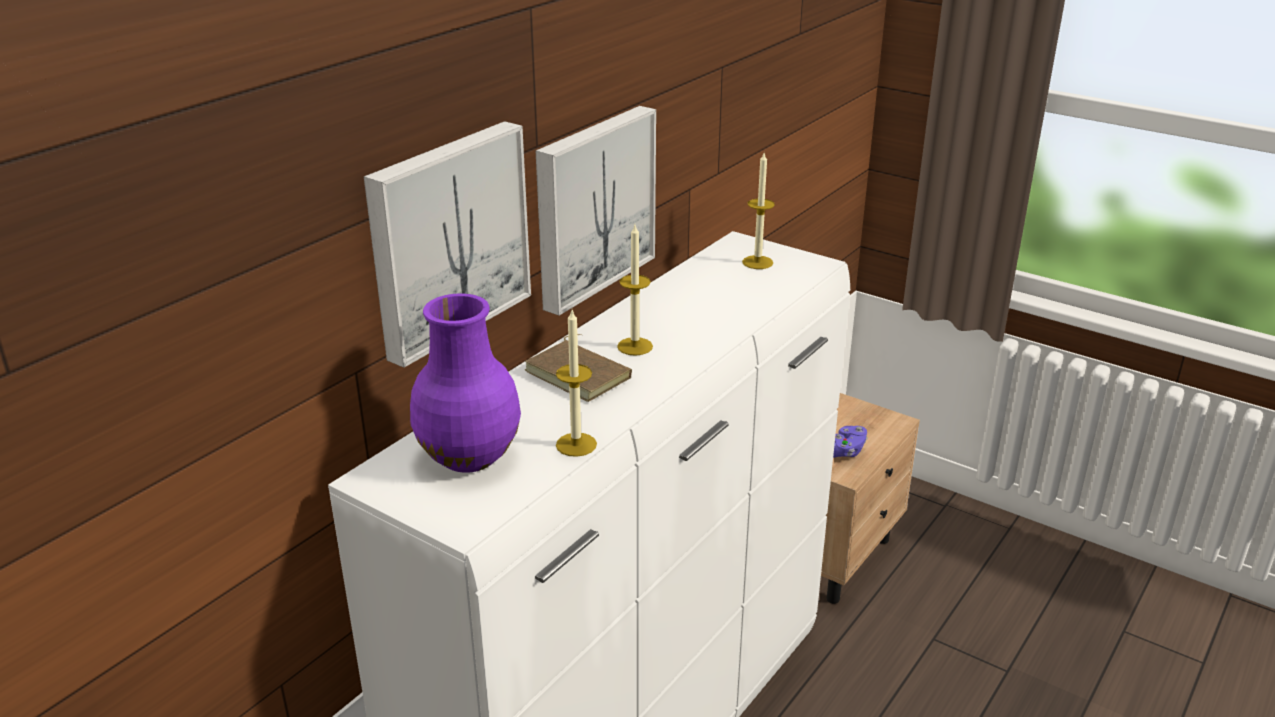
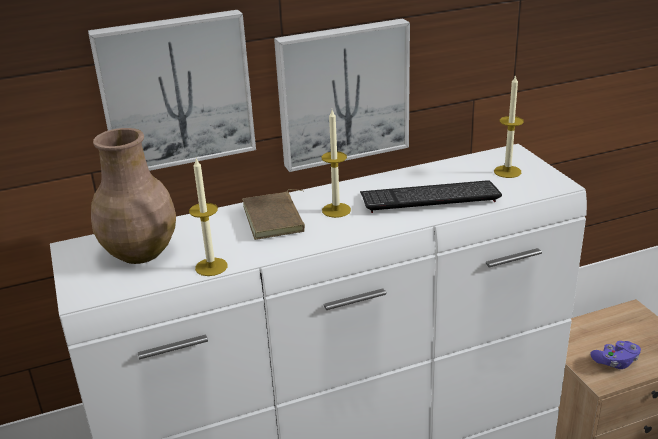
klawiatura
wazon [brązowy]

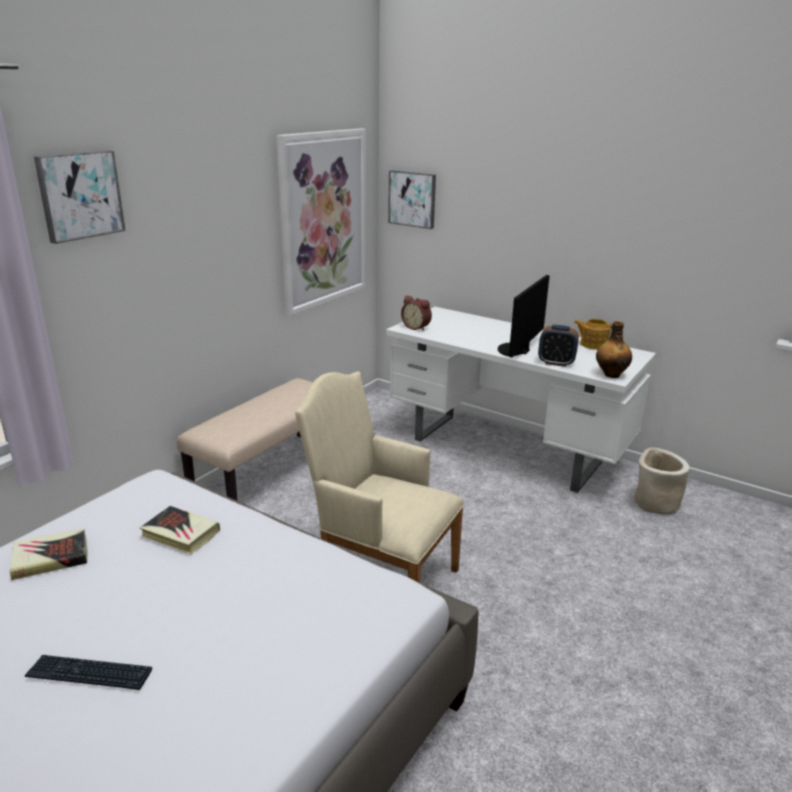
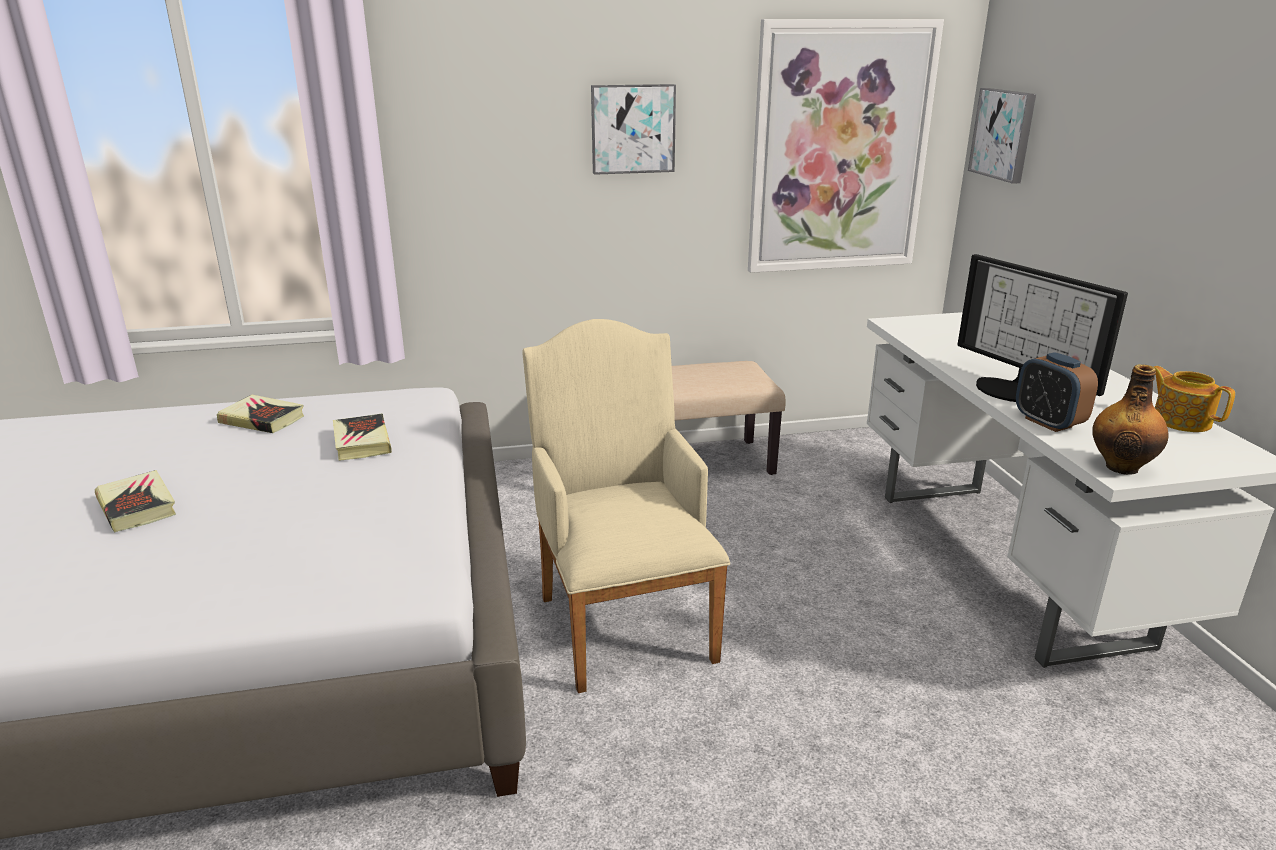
budzik (1st from left in the first image)
donica [beżowy]
obraz (1st from left)
książka (1st from left)
monitor

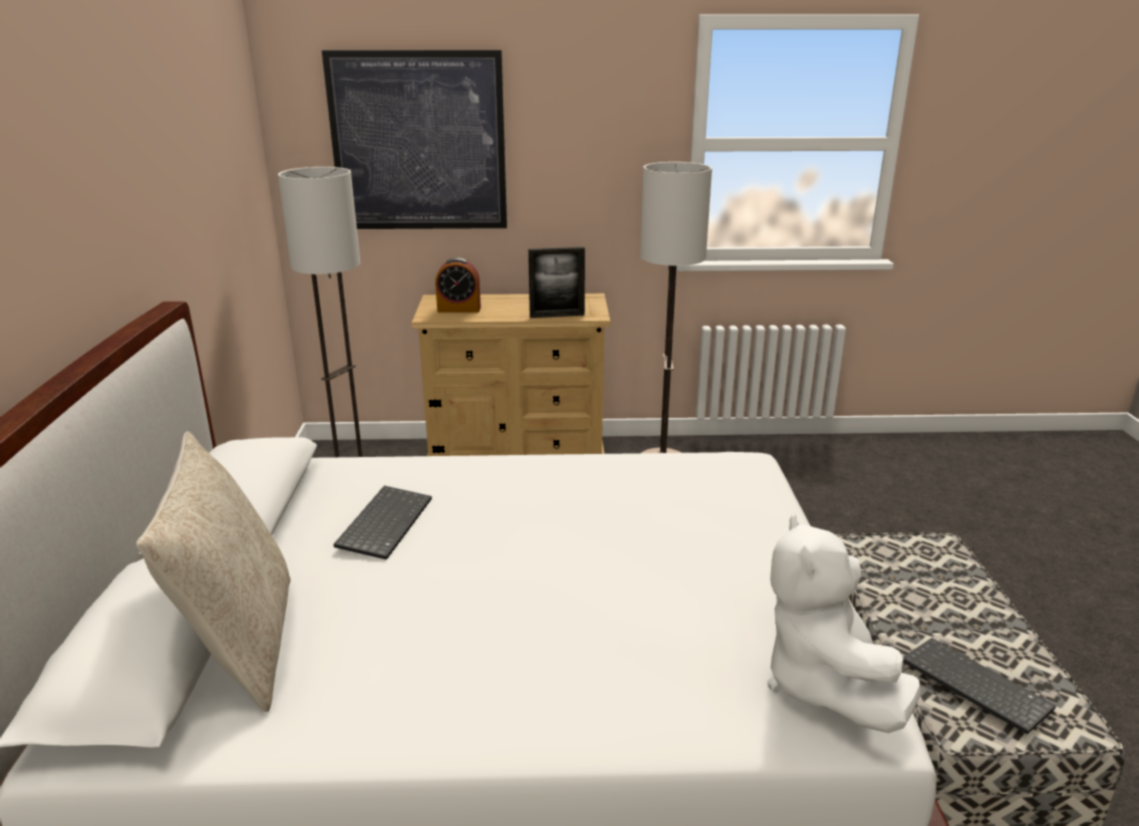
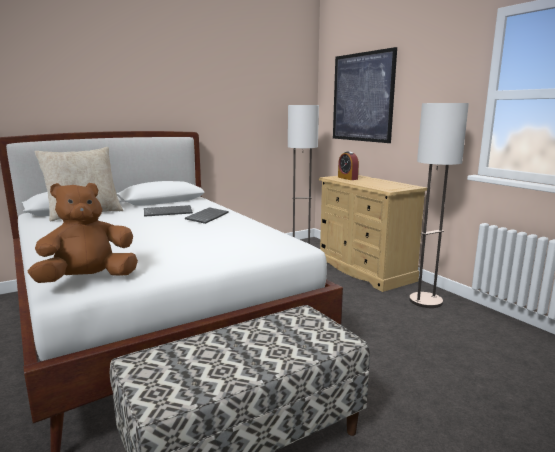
ramka na zdjęcie
klawiatura (2nd from left)
pluszak [brązowy]

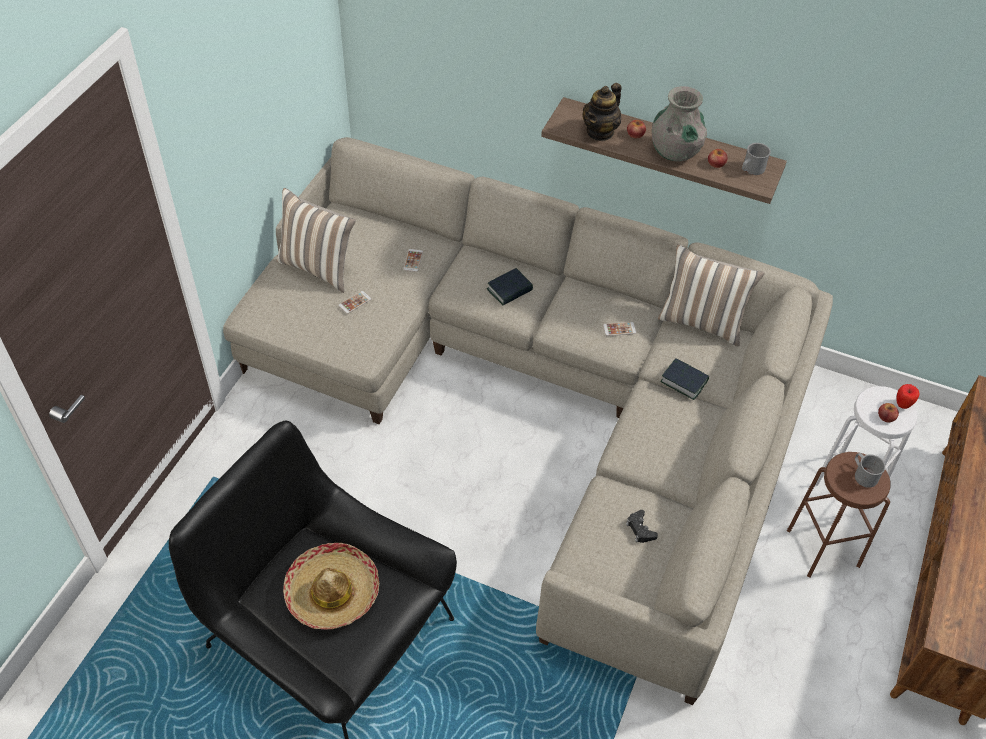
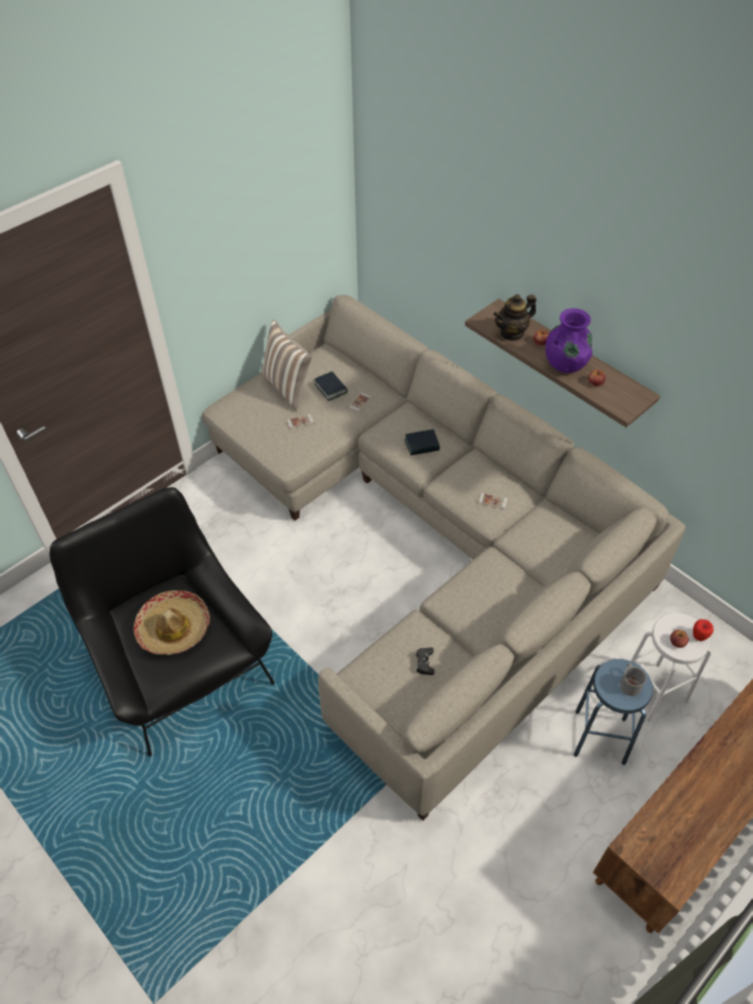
poduszka (2nd from left in the first image)
kubek [szary] (1st from left in the first image)
książka (1st from left)
wazon [fioletowy]
stołek [niebieski]

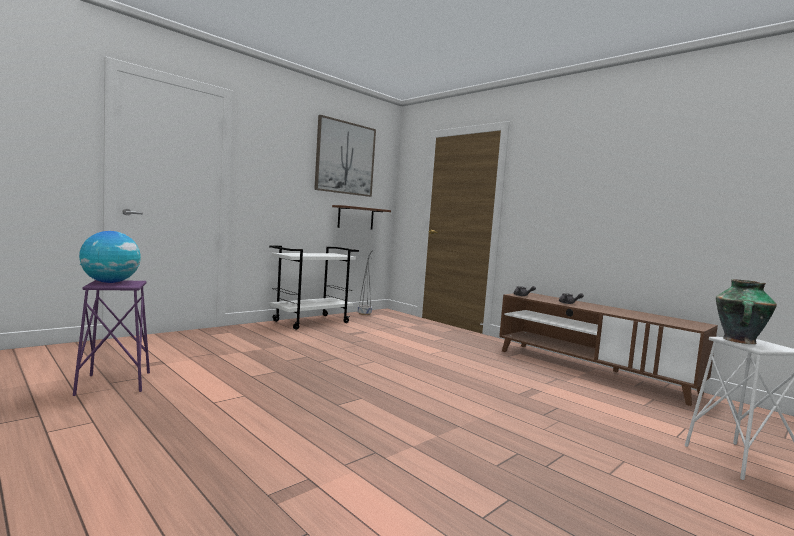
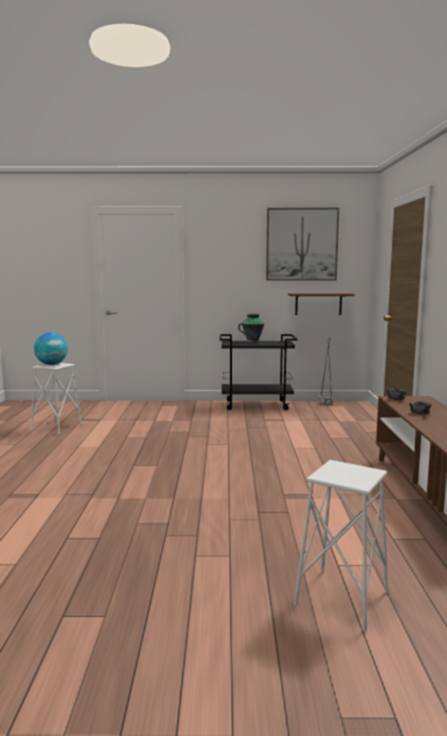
wazon
stołek [biały] (1st from left)
wózek [czarny]

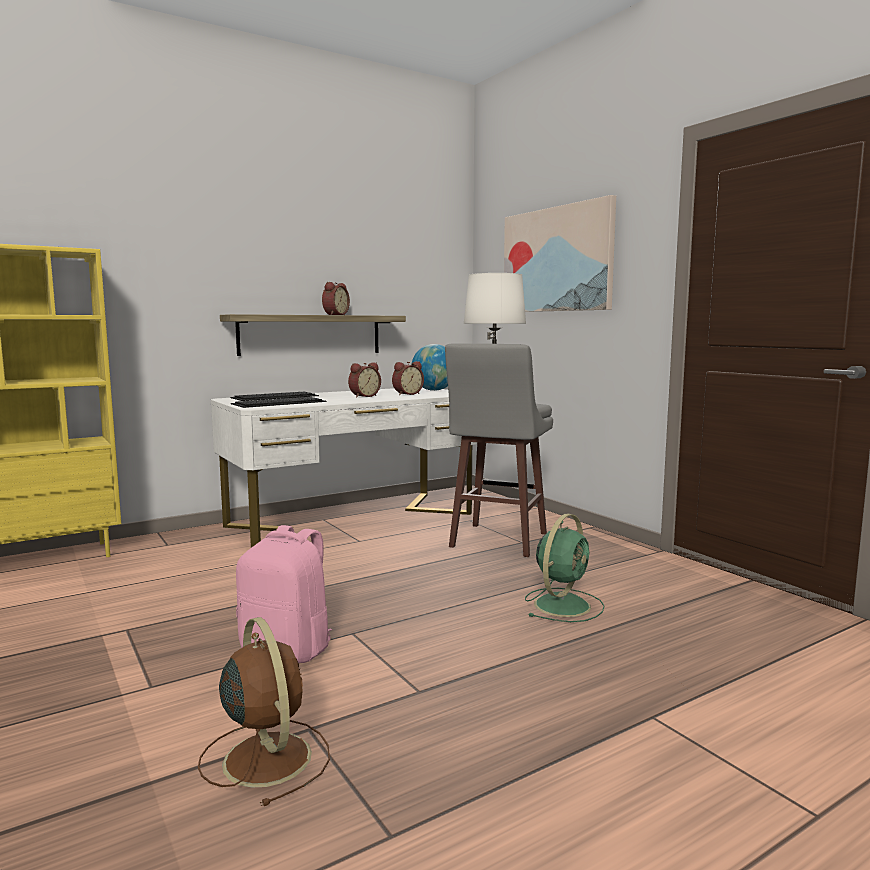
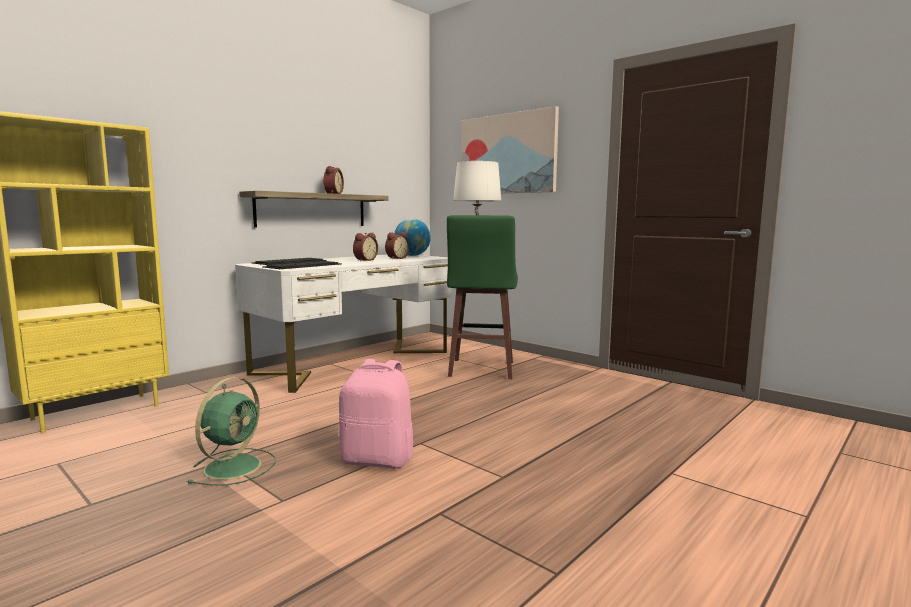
wentylator [brązowy]
wentylator [zielony]
stołek [zielony]

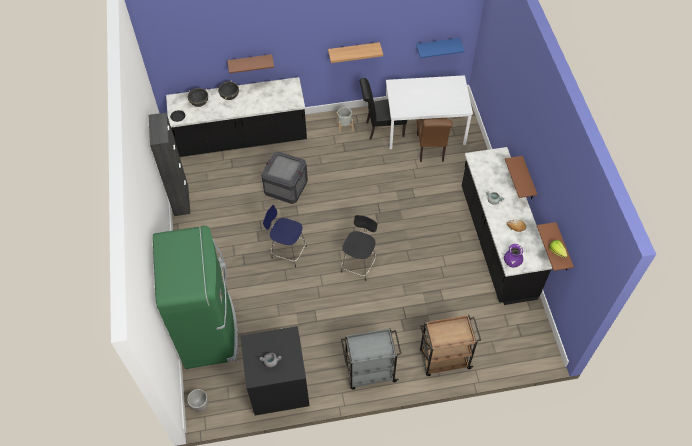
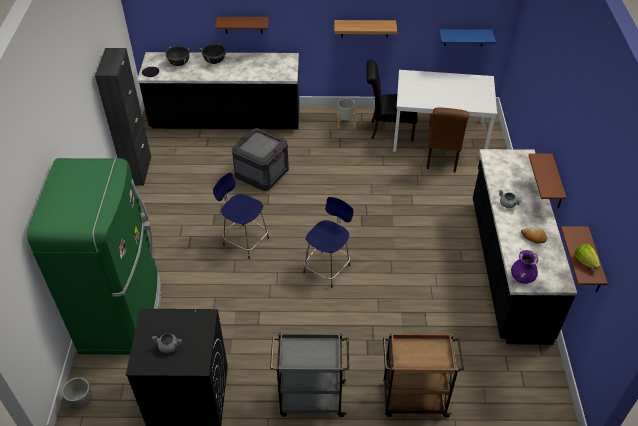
stołek [niebieski] (2nd from left)

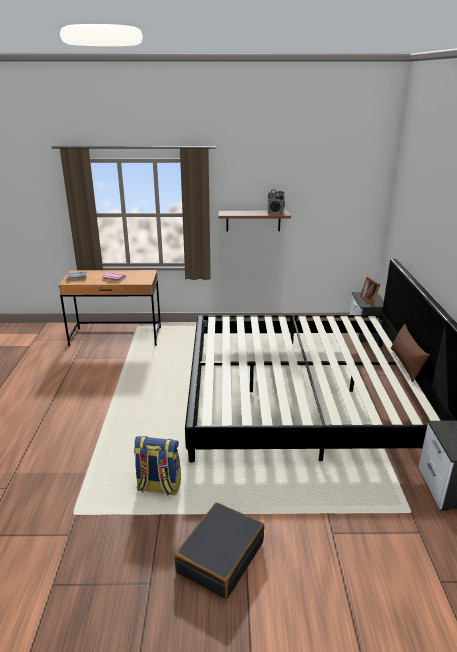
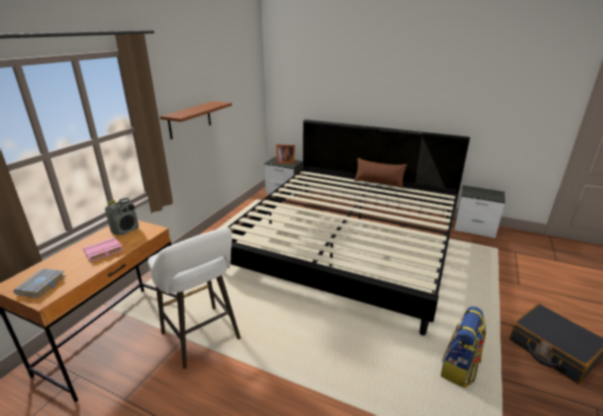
stołek [biały]
radio

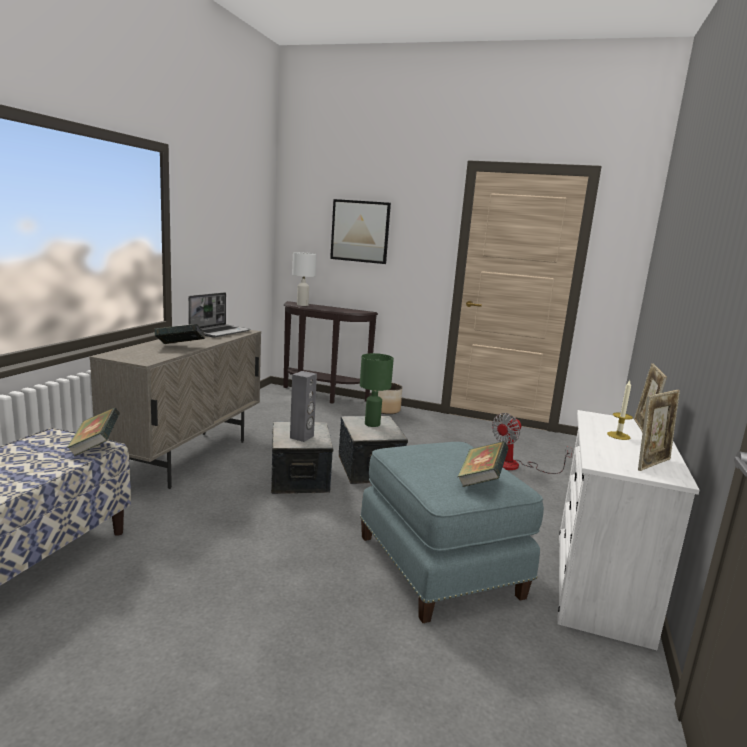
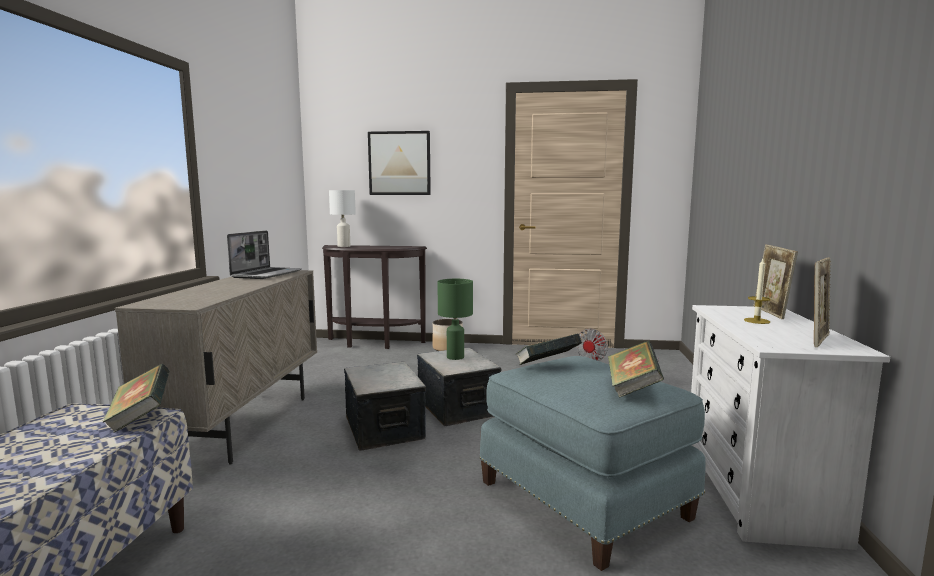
głośnik [szary]
książka (2nd from left)

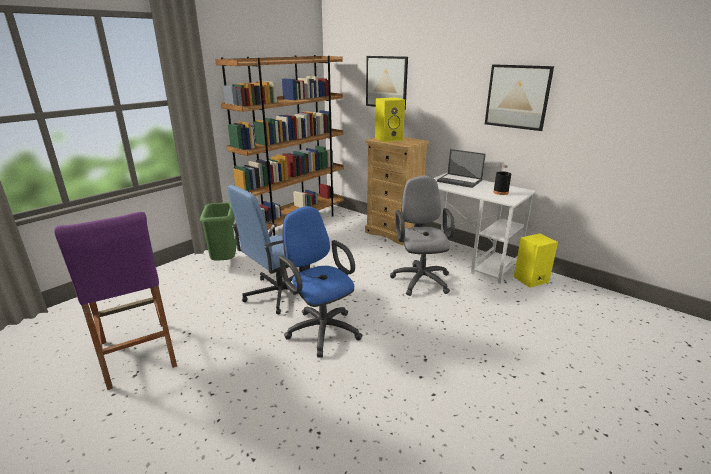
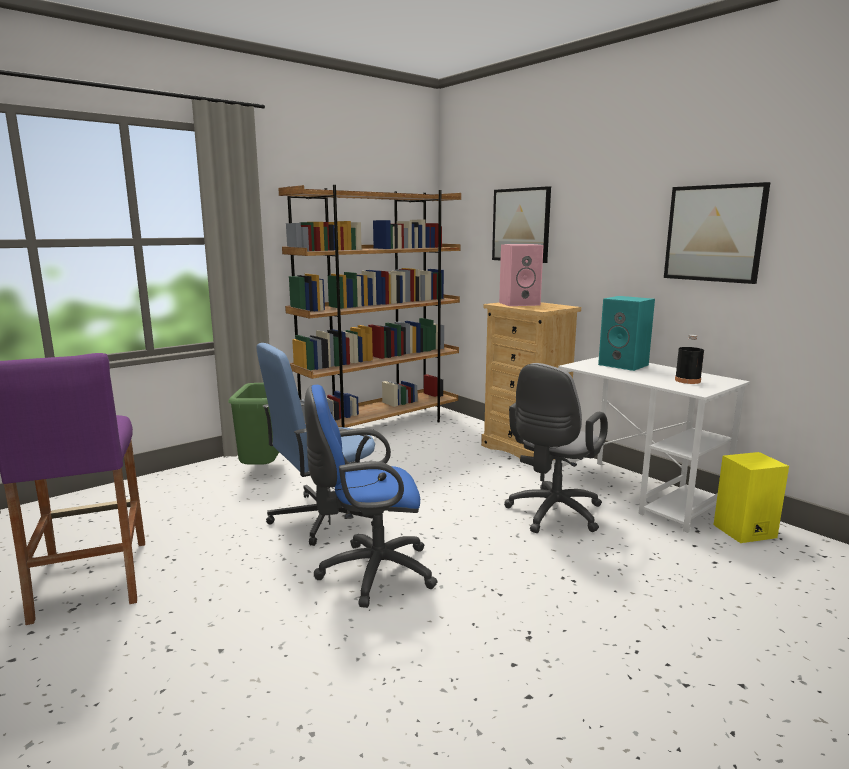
głośnik [turkusowy]
głośnik [różowy]
krzesło biurowe [niebieski] (2nd from left)
krzesło biurowe [szary]

